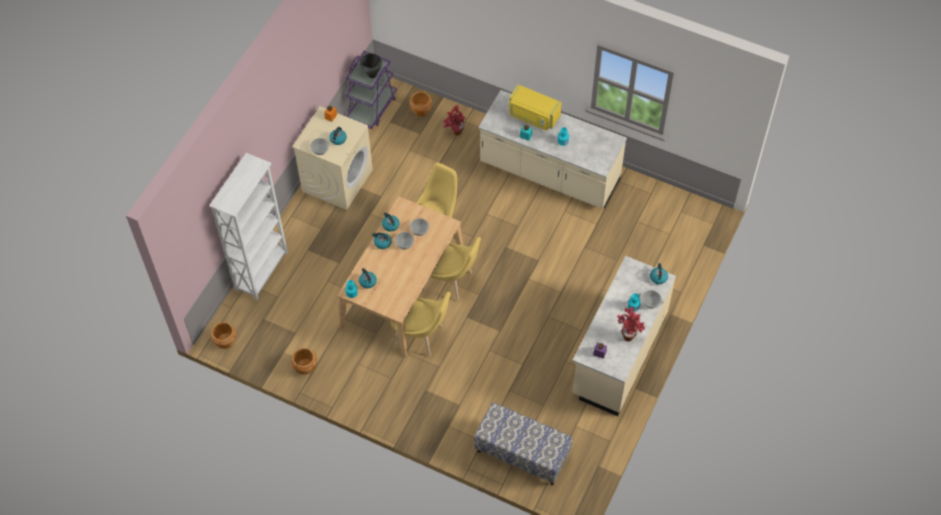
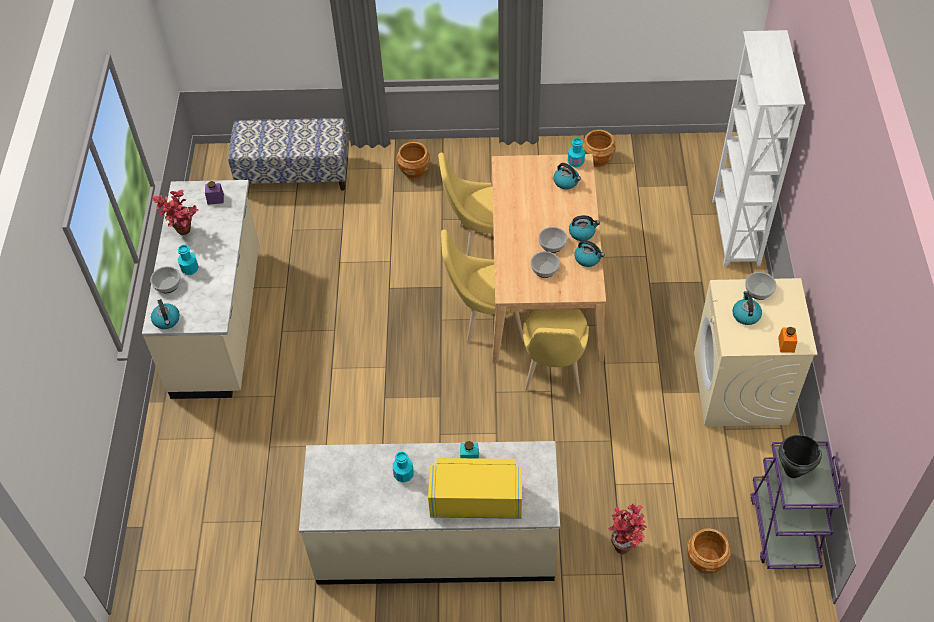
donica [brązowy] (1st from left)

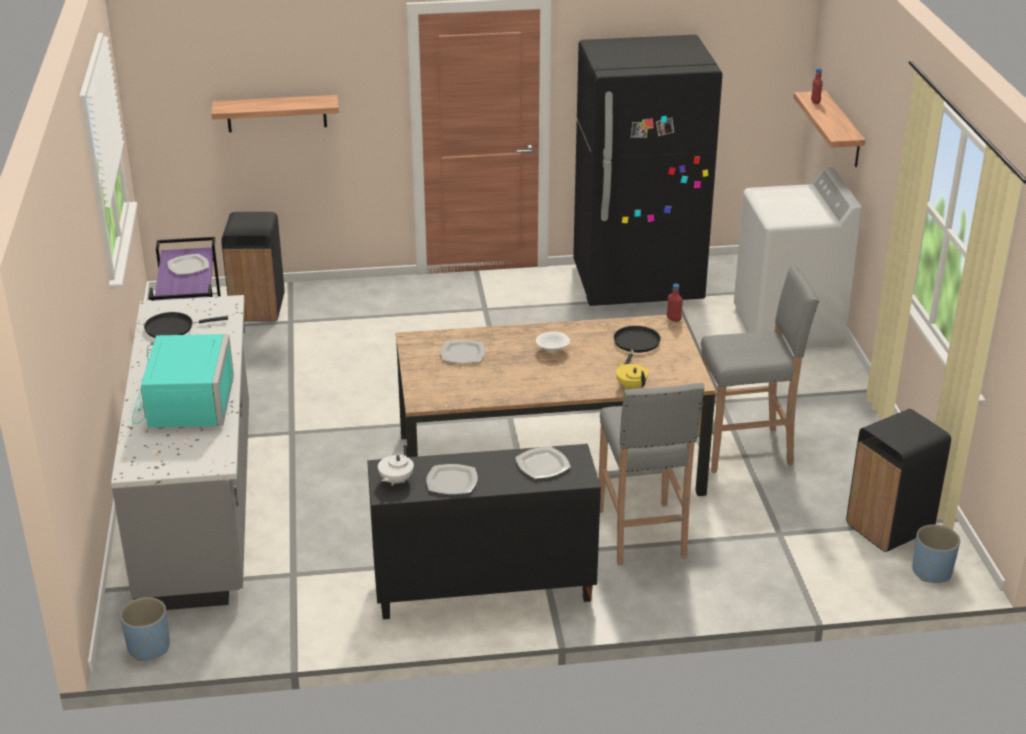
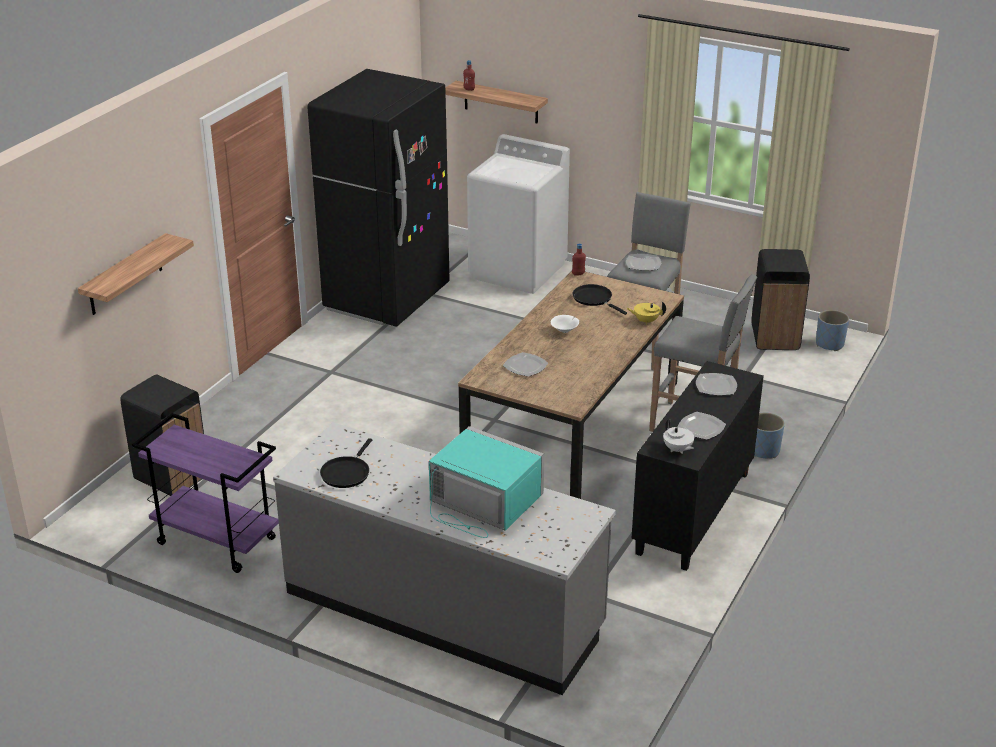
donica [niebieski] (1st from left)
talerz (2nd from left)

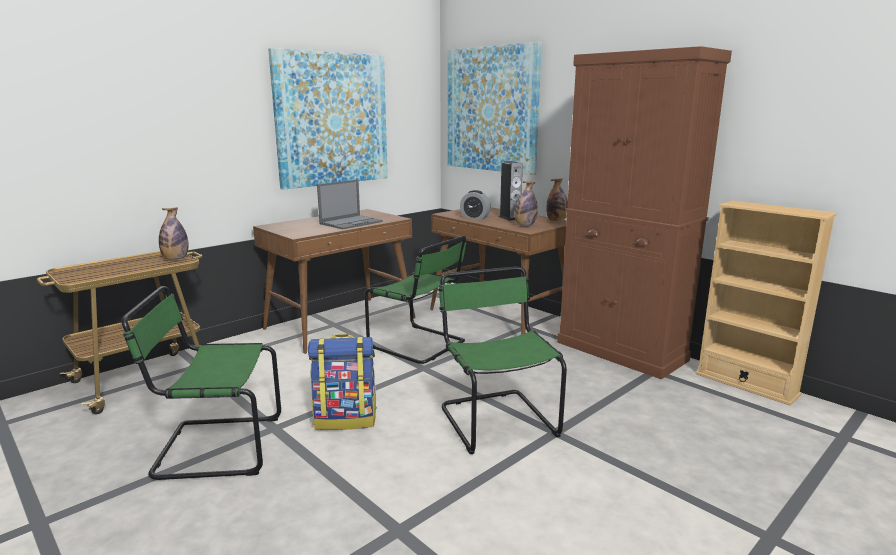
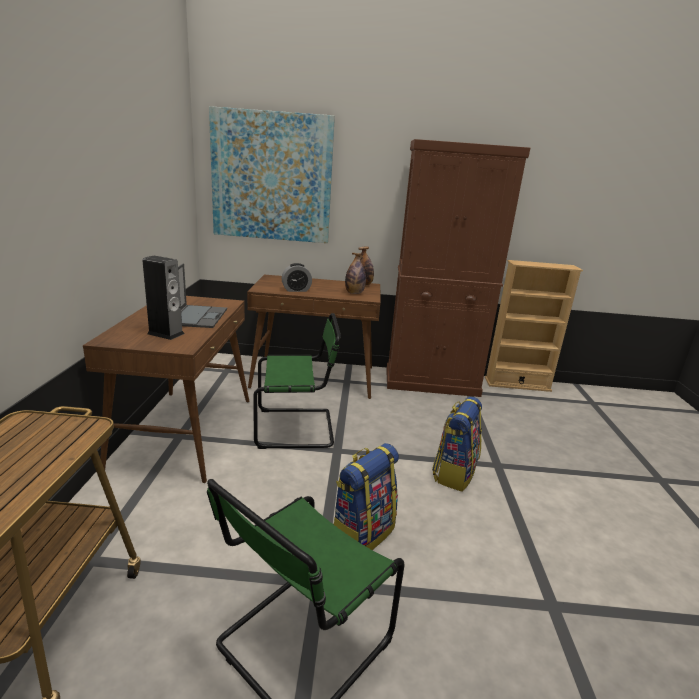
butelka (1st from left in the first image)
obraz (1st from left in the first image)
głośnik
plecak (2nd from left)

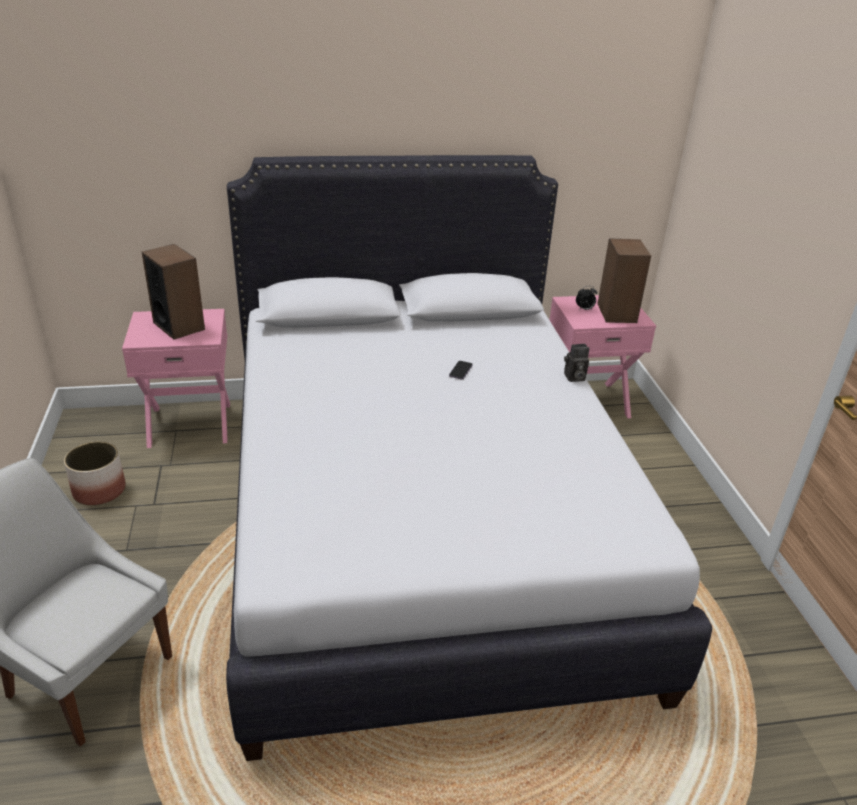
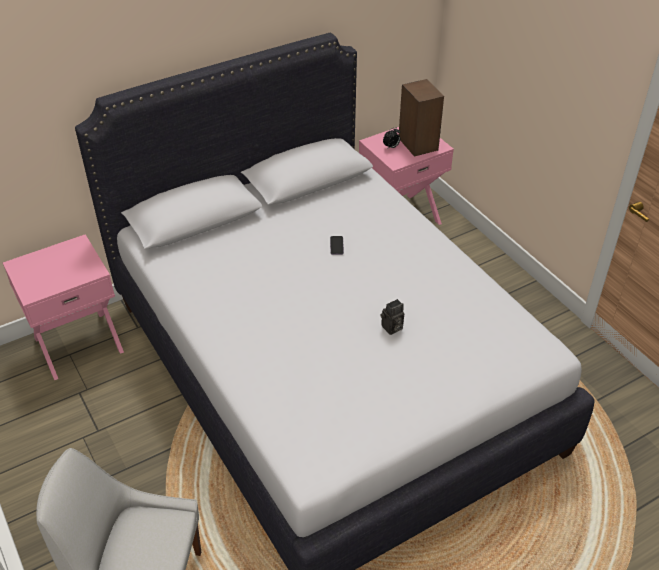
donica
głośnik (1st from left in the first image)
aparat fotograficzny

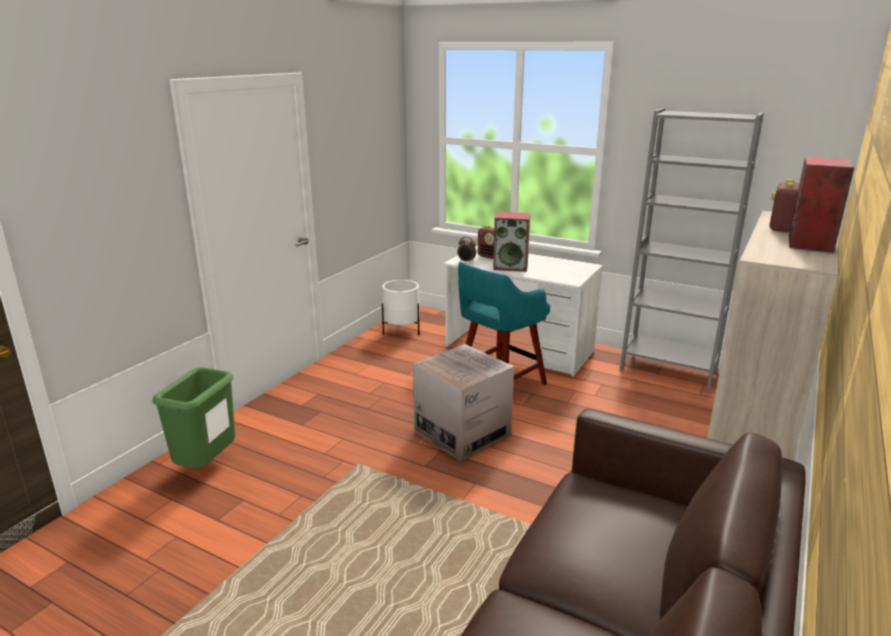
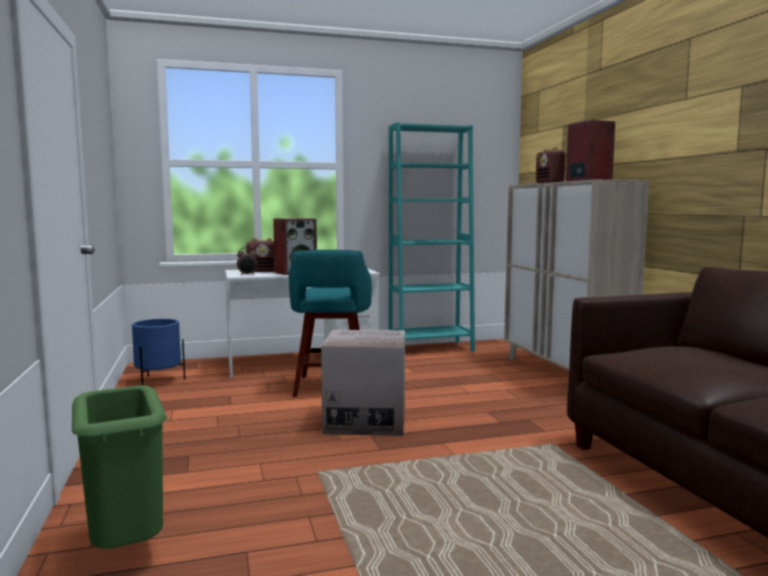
donica [niebieski]
regał [turkusowy]

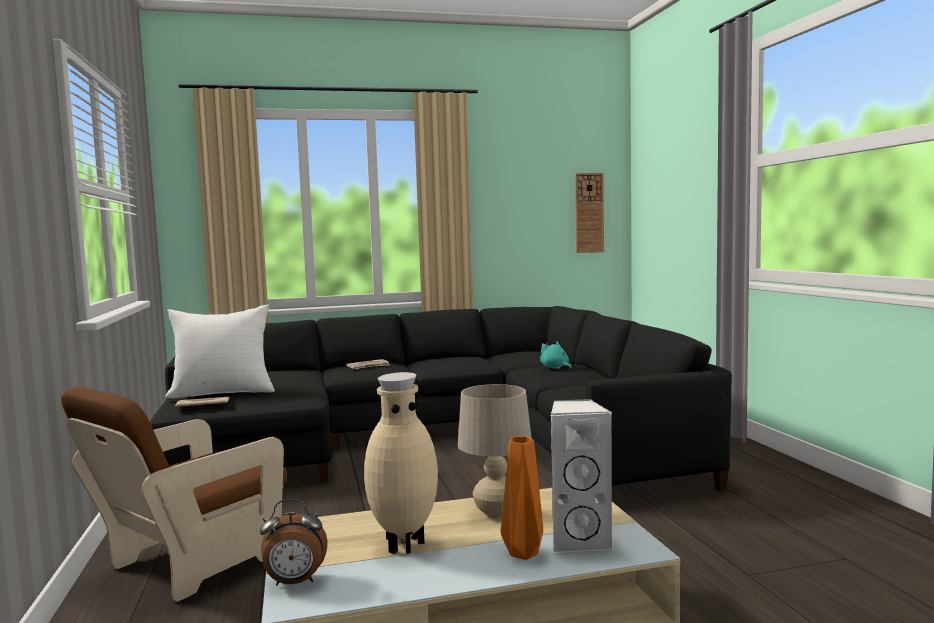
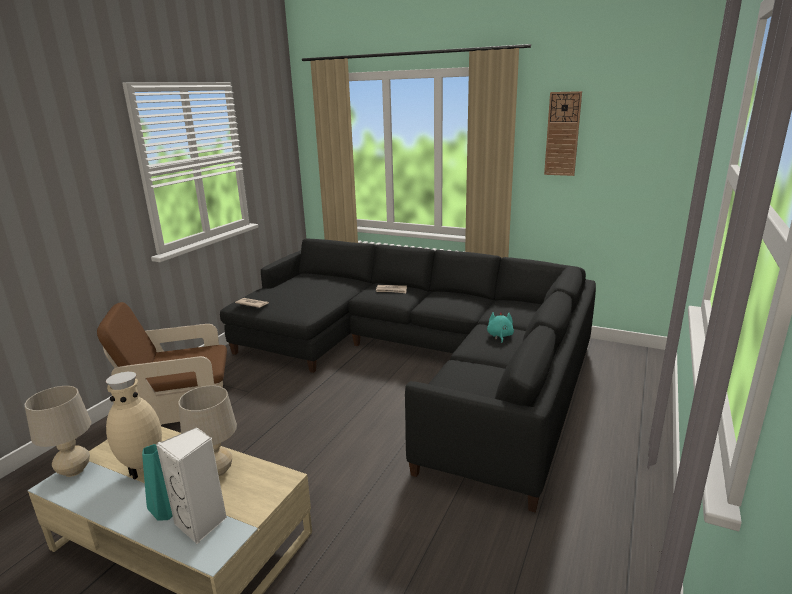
poduszka [biały]
zegar ścienny
lampa stołowa [beżowy] (1st from left)
wazon [turkusowy]

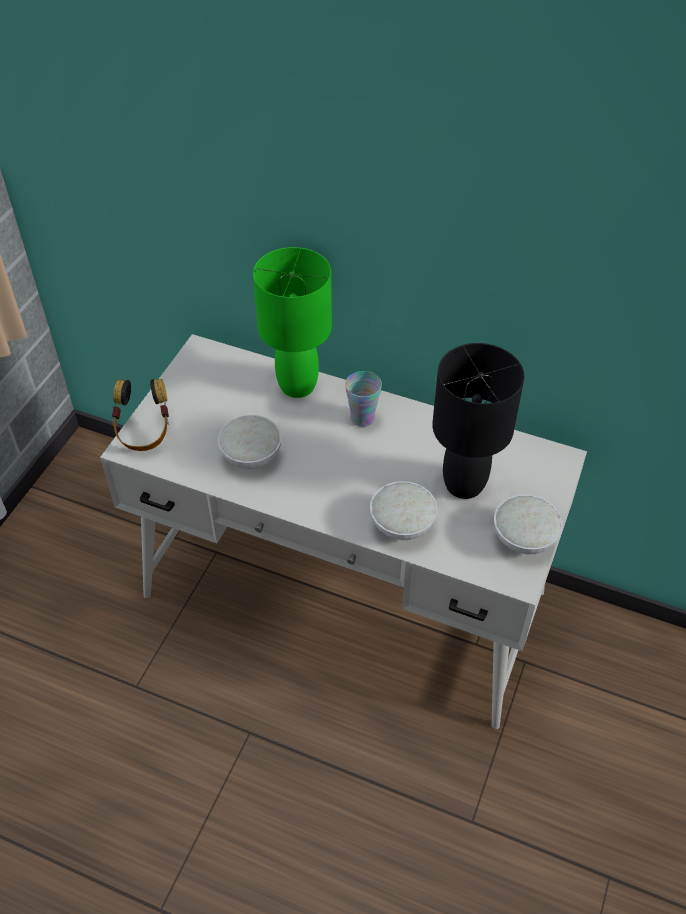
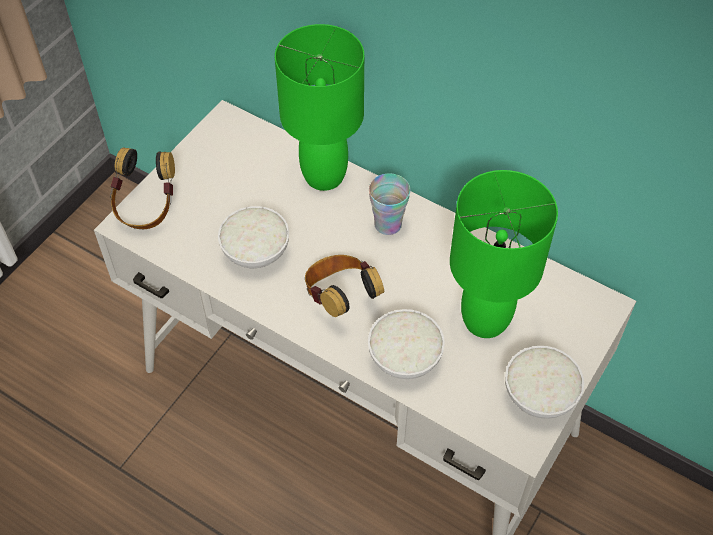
słuchawki (2nd from left)
lampa stołowa [zielony] (2nd from left)

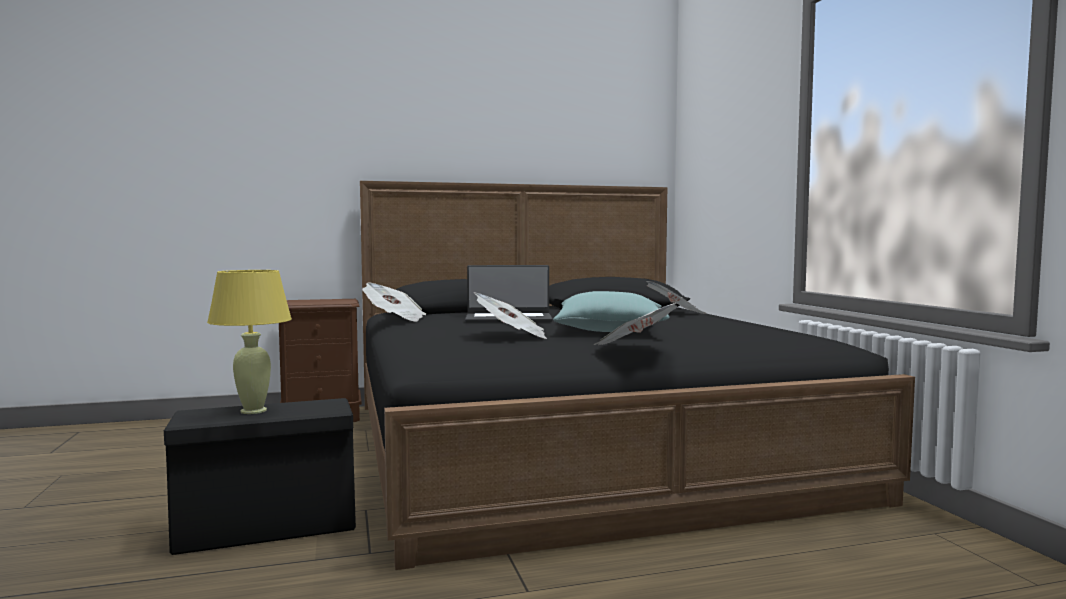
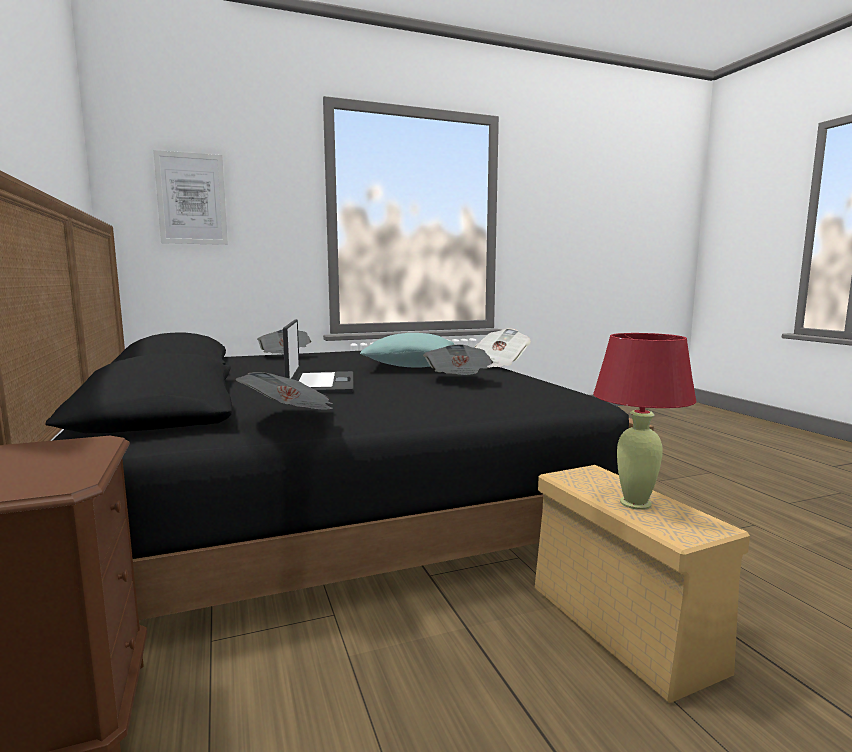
obraz
pojemnik do przechowywania [beżowy]
lampa stołowa [czerwony]

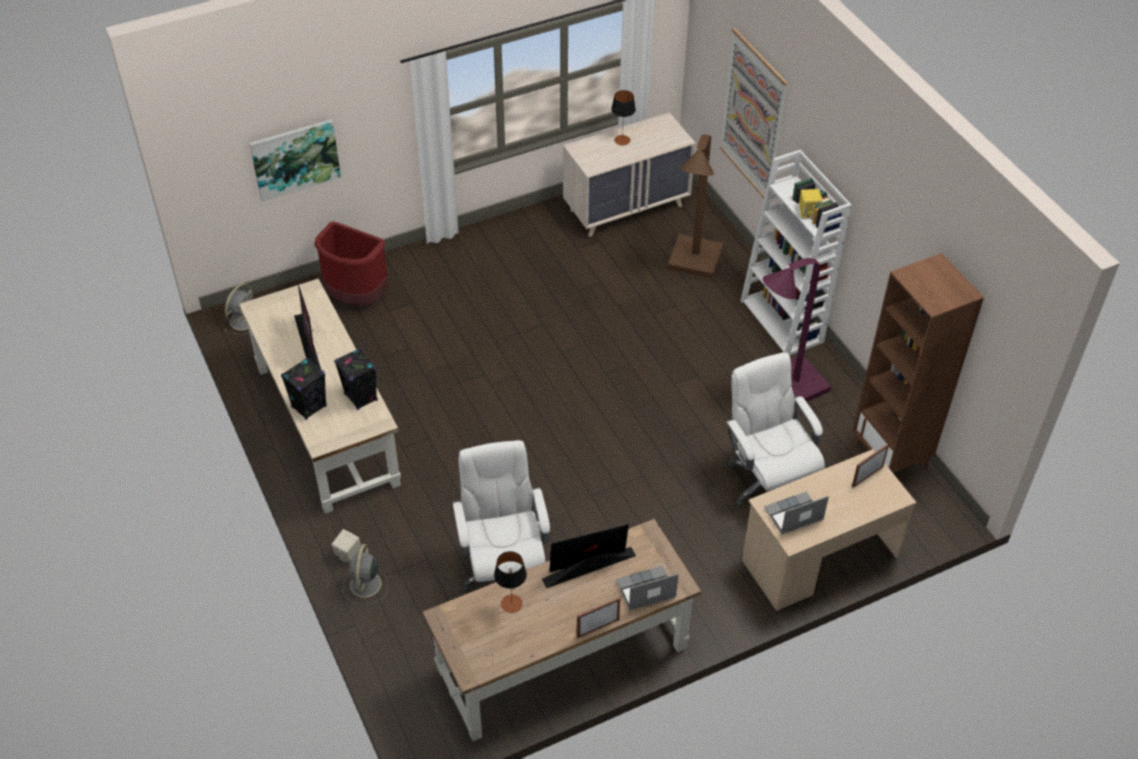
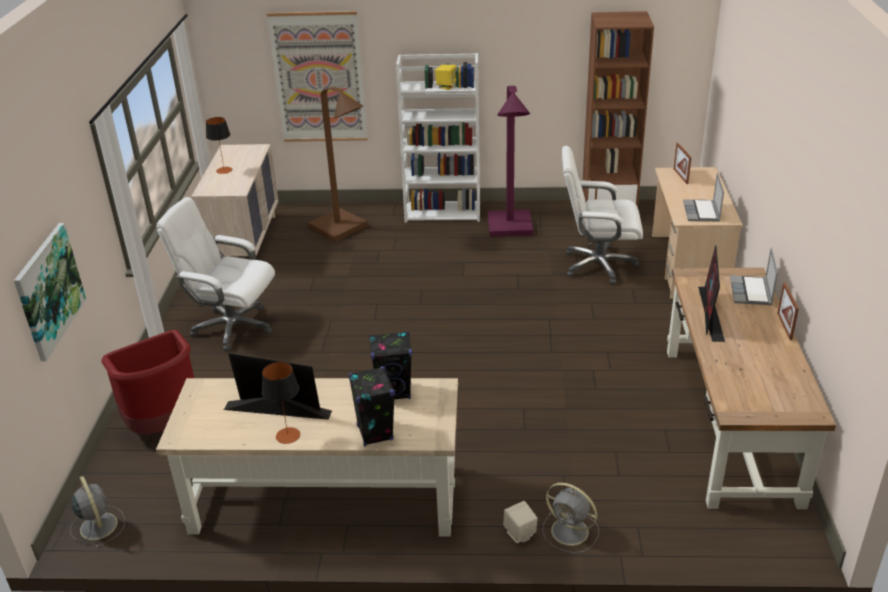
krzesło biurowe [biały] (1st from left)
lampa stołowa (2nd from left)

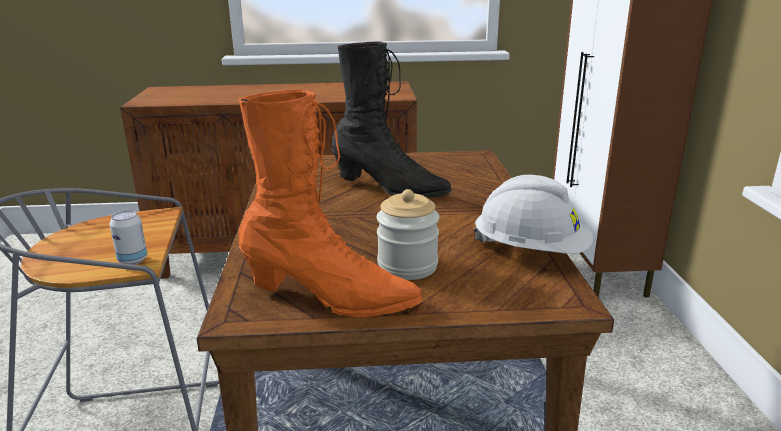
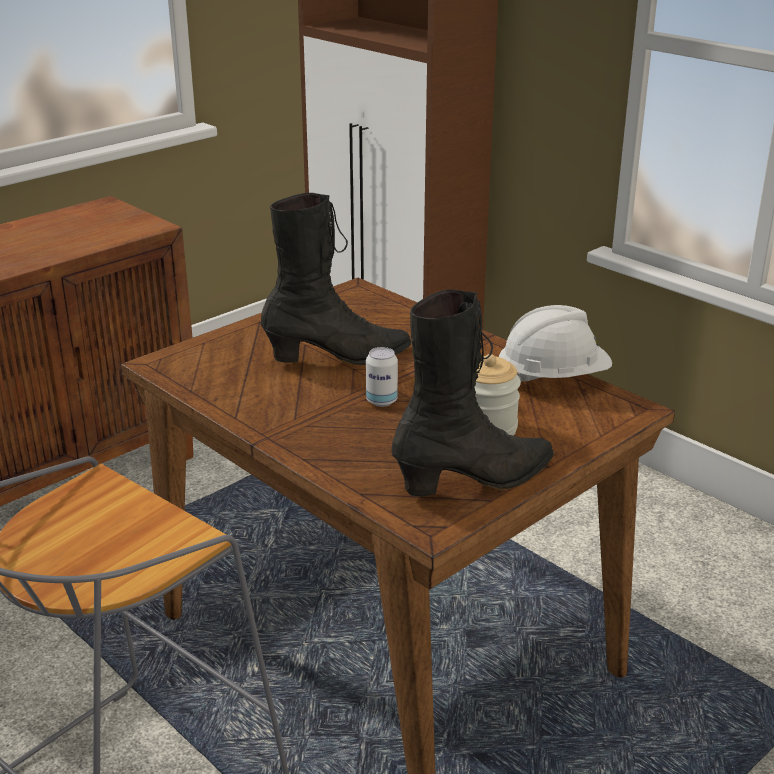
puszka
but z cholewką [czarny] (2nd from left)

